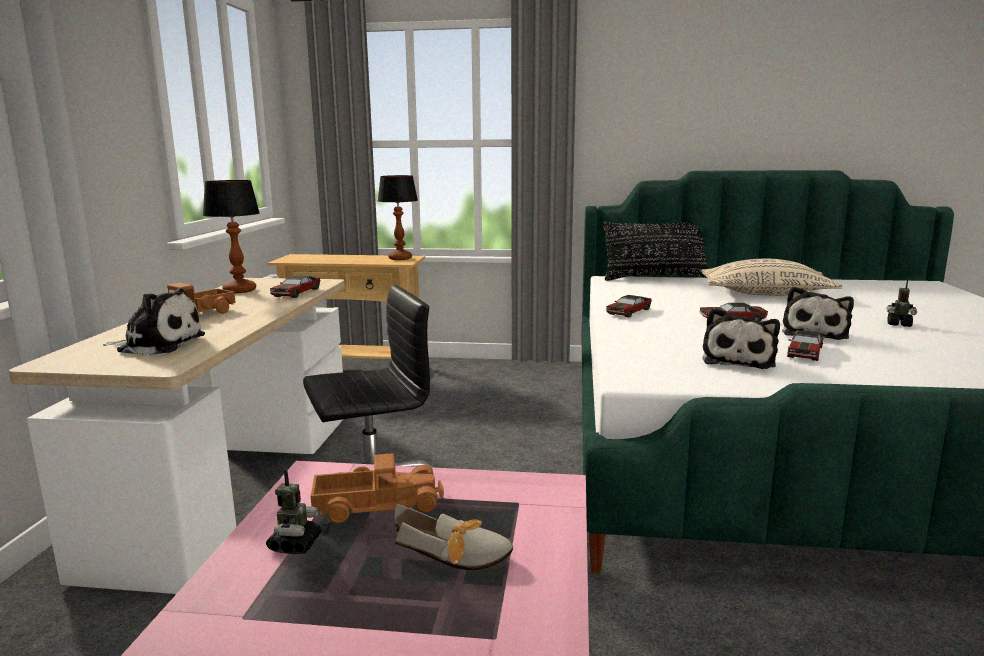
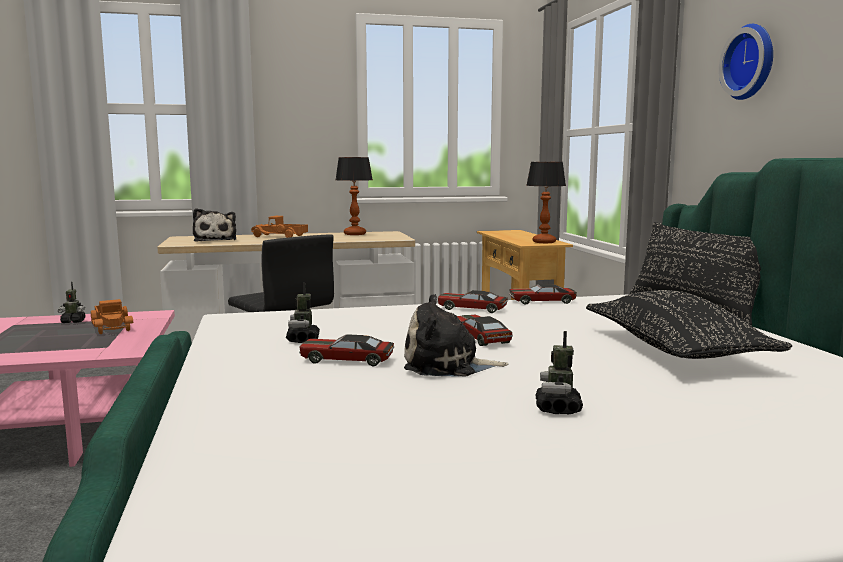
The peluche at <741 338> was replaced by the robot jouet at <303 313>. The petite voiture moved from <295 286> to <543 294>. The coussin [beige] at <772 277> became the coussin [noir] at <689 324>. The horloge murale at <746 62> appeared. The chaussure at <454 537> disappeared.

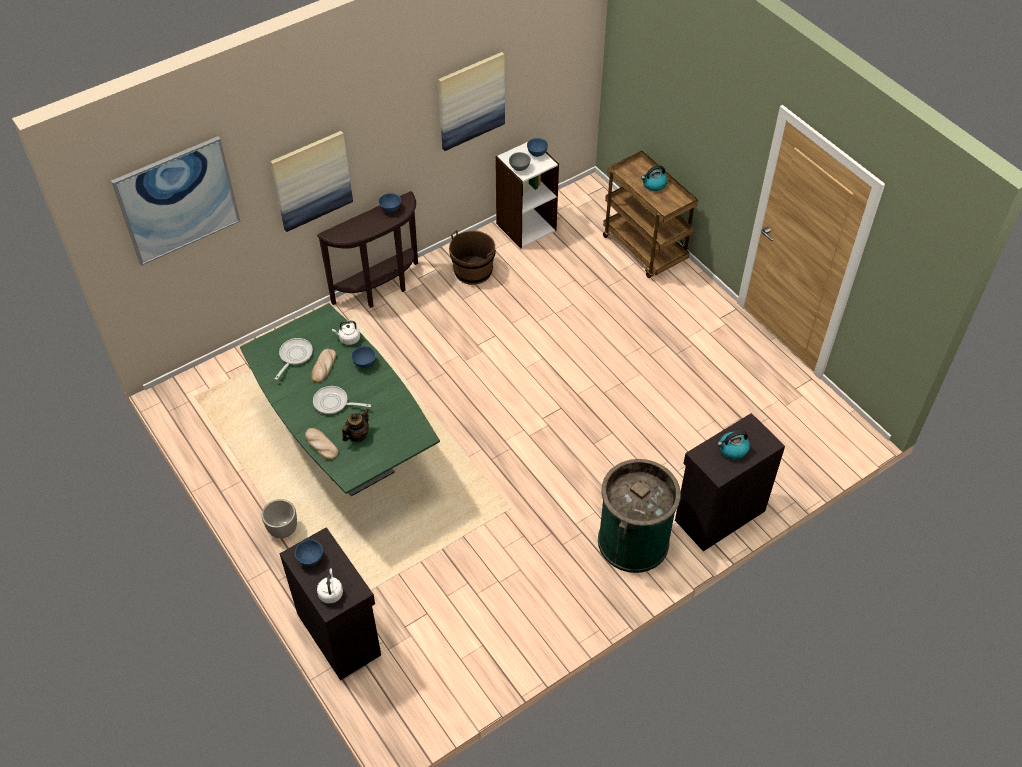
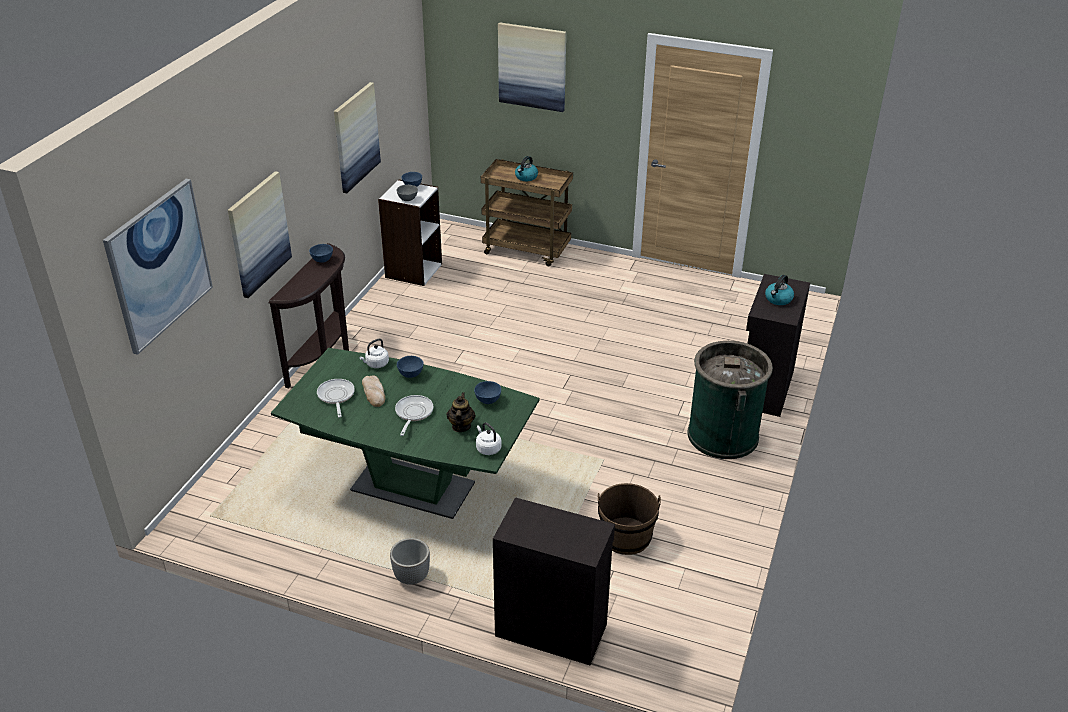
The poêle at <342 400> turned 120 degrees clockwise. The bol [bleu] moved from <309 552> to <487 392>. The bouilloire [blanc] moved from <330 586> to <488 438>. The tableau at <532 67> appeared. The seau [marron] moved from <472 257> to <629 519>. The pain at <322 444> disappeared.

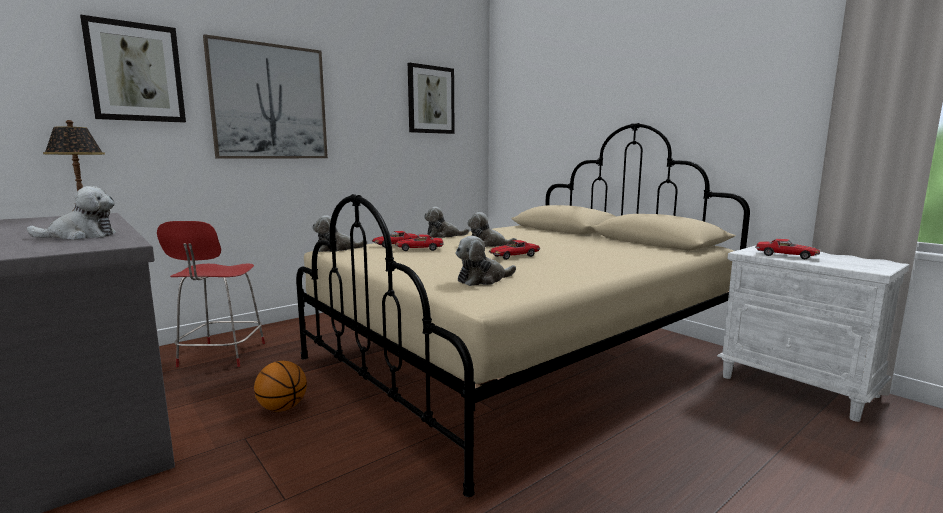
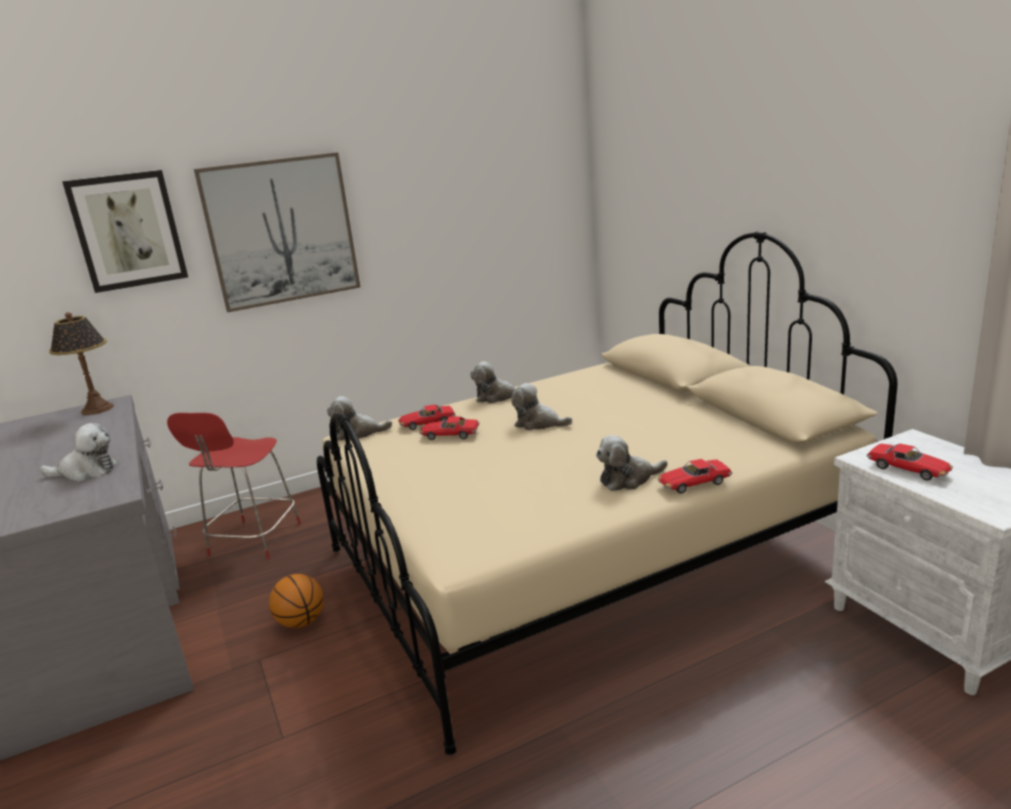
The peluche moved from <486 261> to <631 463>. The petite voiture moved from <514 250> to <694 476>. The tableau at <431 98> disappeared.

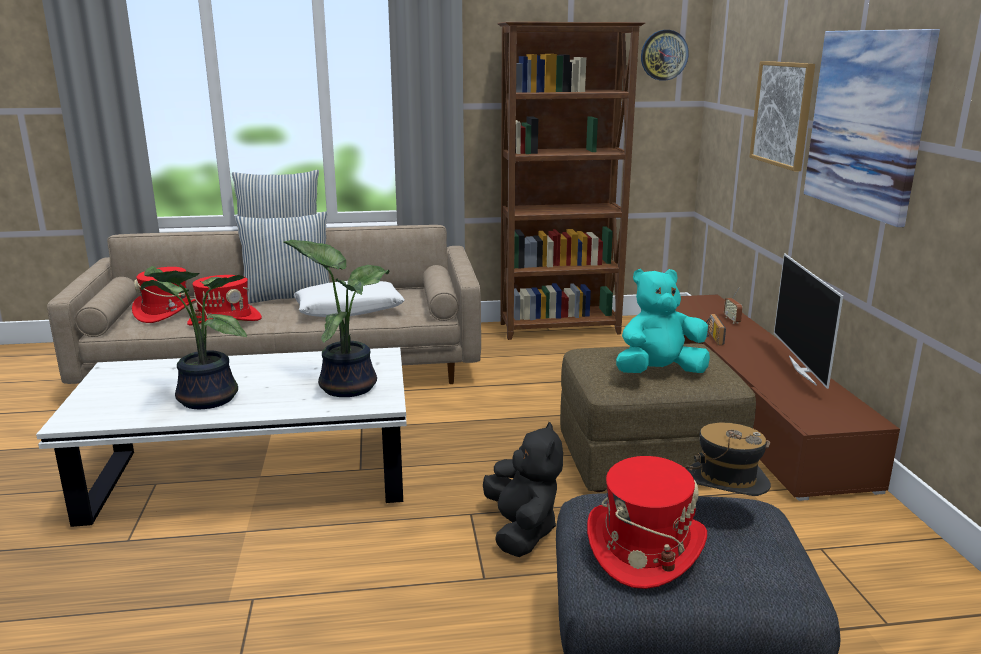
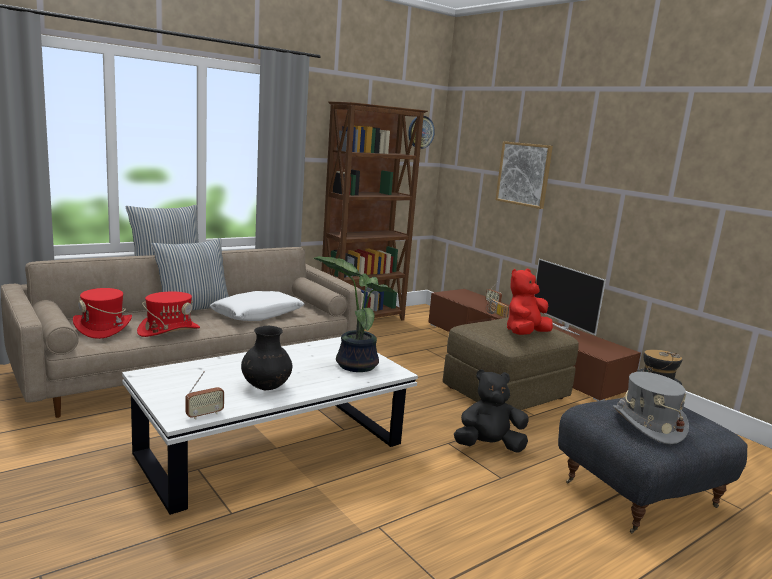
The radio at <204 395> appeared. The plante en pot at <194 337> was replaced by the vase [noir] at <266 358>. The peluche [noir] at <523 489> turned 60 degrees counterclockwise. The peluche [turquoise] at <663 321> became the peluche [rouge] at <530 301>. The chapeau [rouge] at <647 522> became the chapeau [gris] at <651 408>. The tableau at <872 128> disappeared.

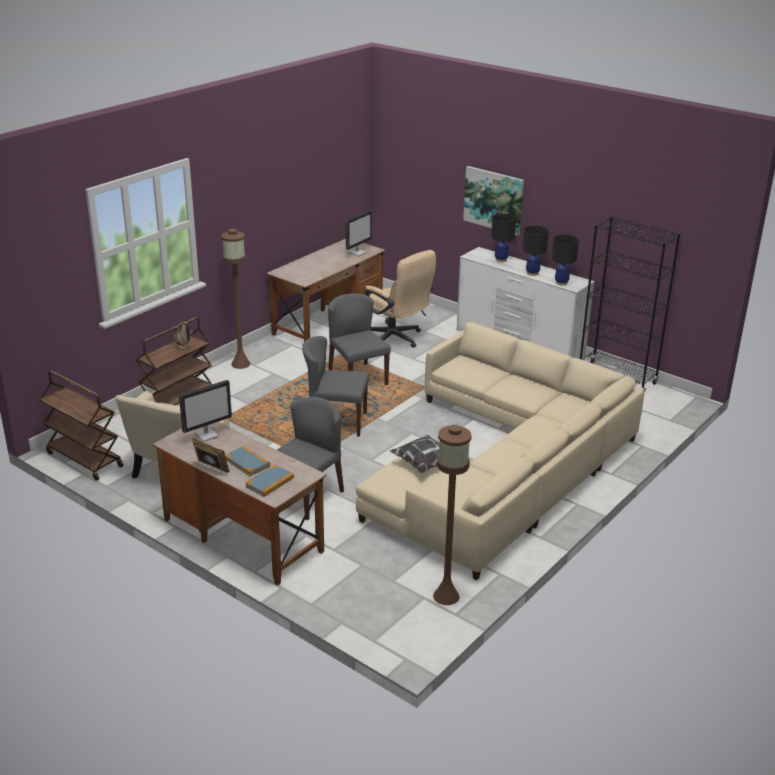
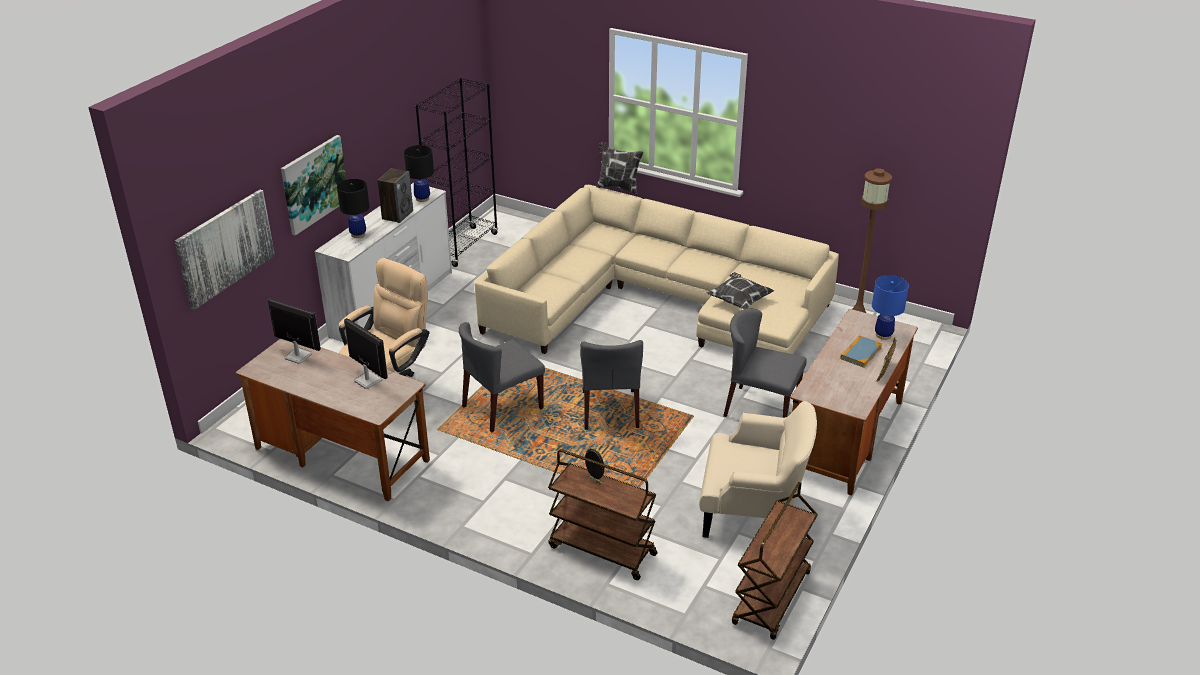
The tableau at <225 249> appeared. The écran d'ordinateur moved from <205 411> to <366 353>. The lampe de table [noir] at <536 251> was replaced by the enceinte at <395 195>. The coussin at <619 168> appeared. The livre at <270 481> was replaced by the lampe de table [bleu] at <890 307>. The lampadaire [marron] at <235 299> disappeared.

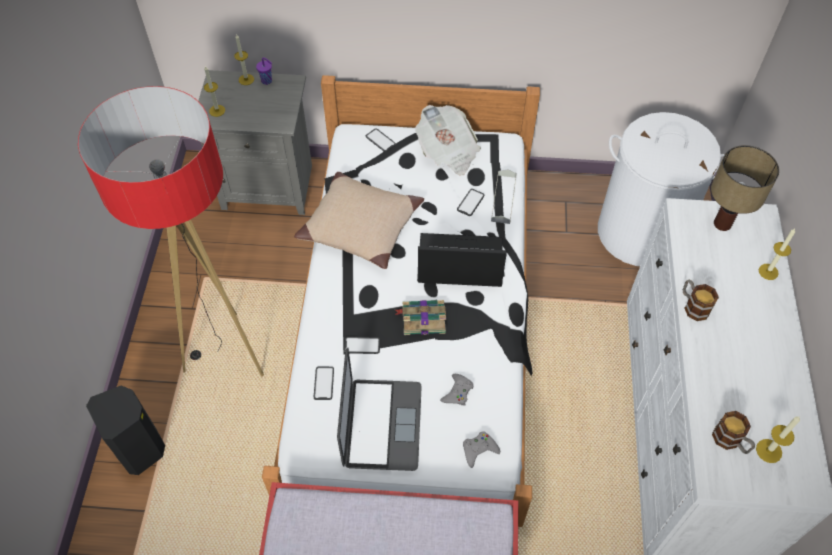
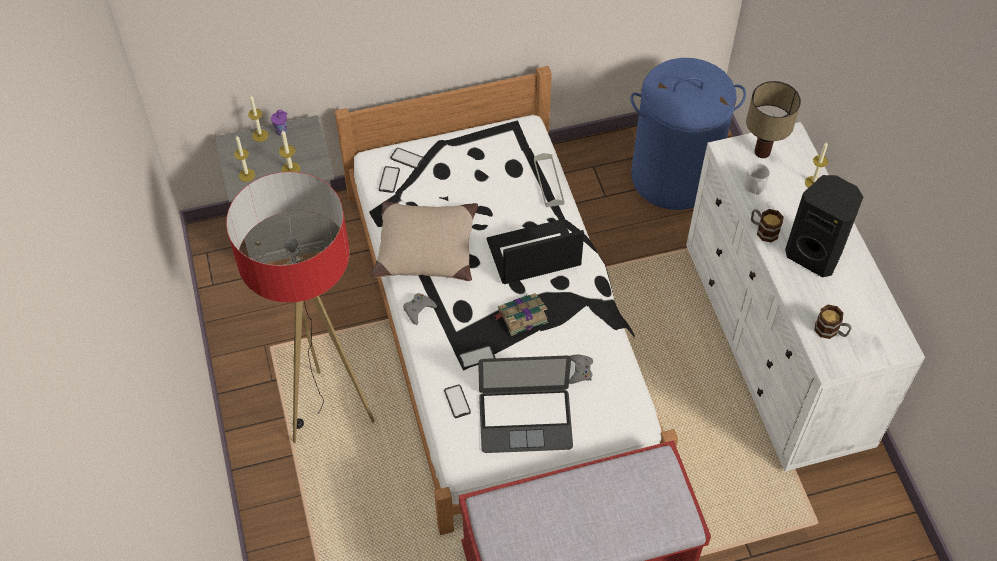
The bougie moved from <778 439> to <289 151>. The téléphone moved from <470 202> to <389 179>. The manette [gris] moved from <481 450> to <420 309>. The ordinateur portable at <379 409> turned 105 degrees clockwise. The panier à linge [blanc] at <661 189> became the panier à linge [bleu] at <688 134>. The mug [gris] at <757 179> appeared. The enceinte [noir] moved from <125 430> to <824 226>. The journal at <448 140> disappeared.

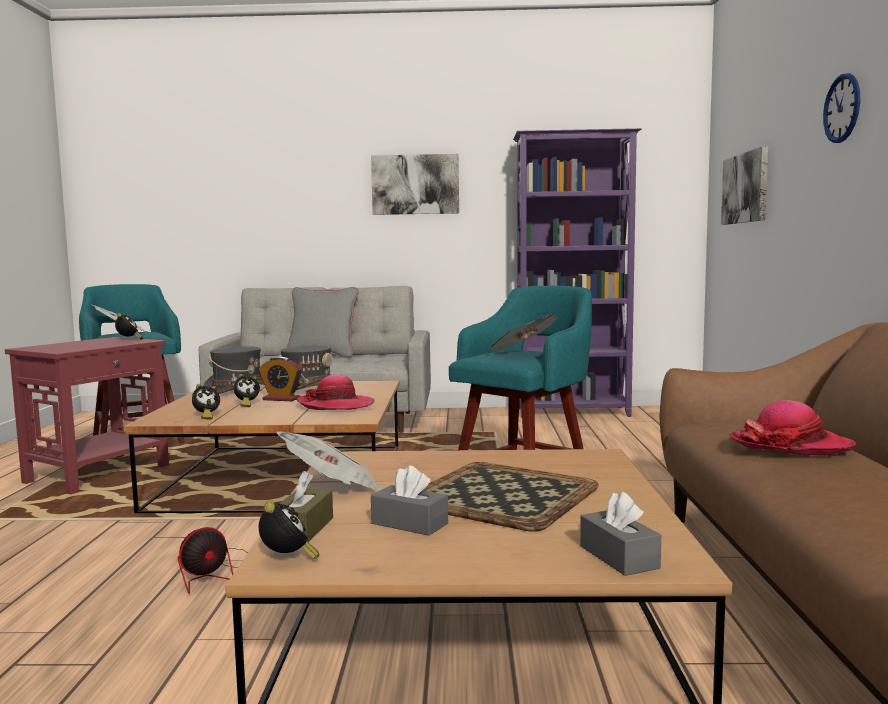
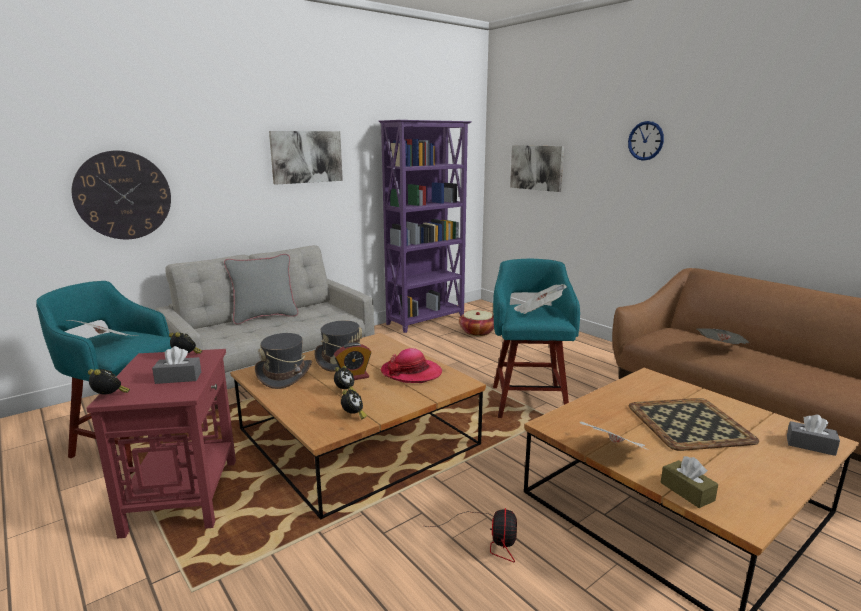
The horloge murale at <121 195> appeared. The réveil moved from <289 529> to <109 381>. The boîte à mouchoirs [gris] moved from <409 500> to <176 365>. The panier at <476 323> appeared. The chapeau at <792 428> was replaced by the journal at <723 336>.

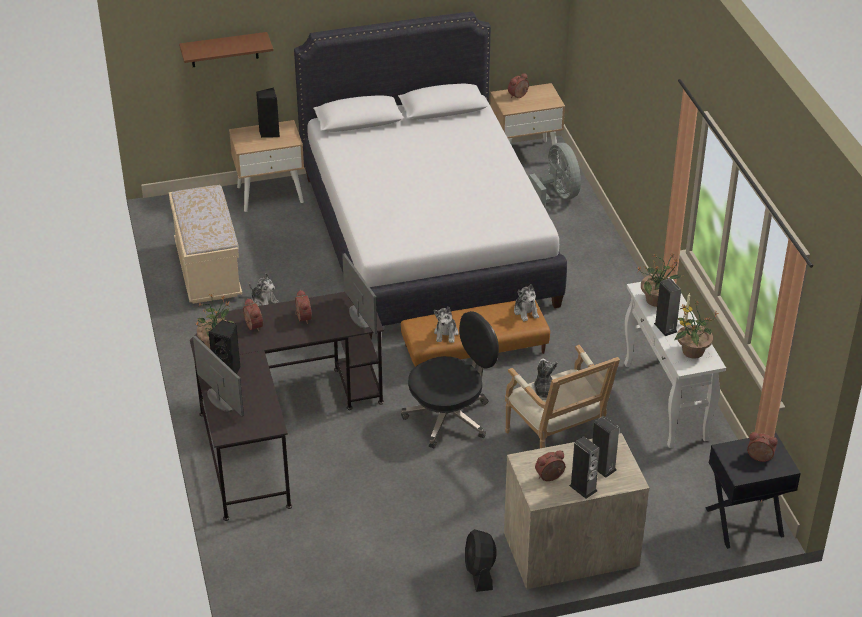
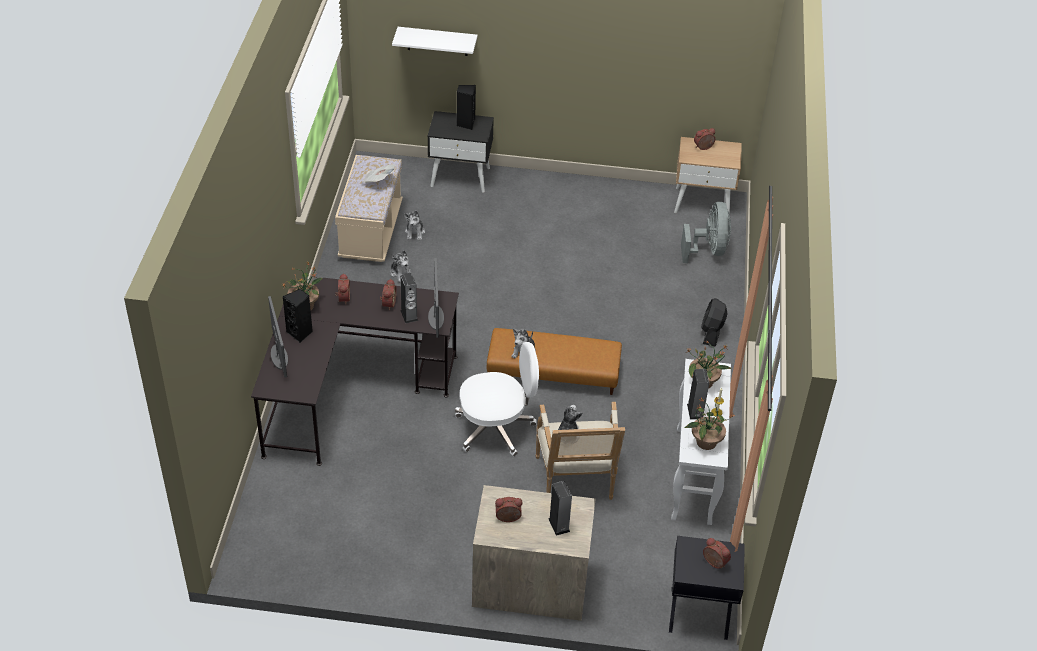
The journal at <379 173> appeared. The étagère [marron] at <226 49> became the étagère [blanc] at <434 41>. The enceinte moved from <584 467> to <409 298>. The peluche moved from <526 302> to <414 225>. The table de chevet [beige] at <266 166> became the table de chevet [noir] at <460 152>. The chaise de bureau [noir] at <450 379> became the chaise de bureau [blanc] at <497 399>. The ventilateur [noir] moved from <480 560> to <714 322>. The lit [blanc] at <430 176> disappeared.

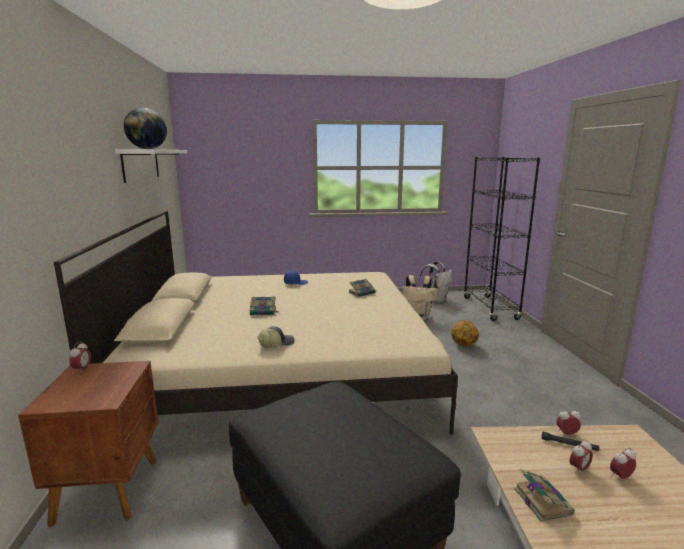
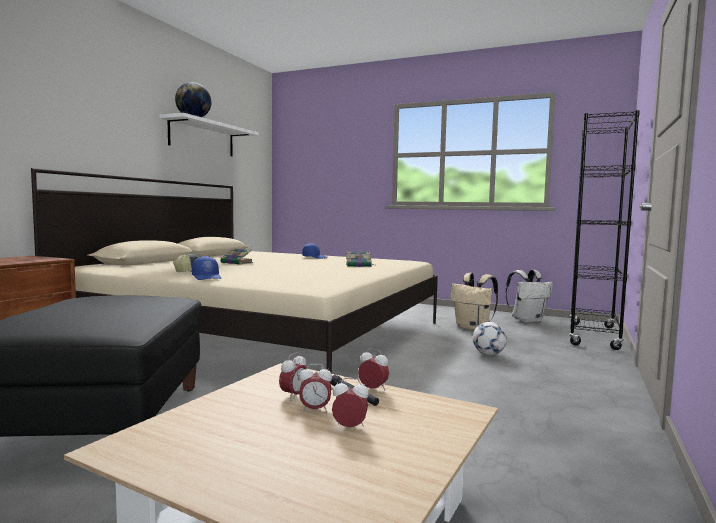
The casquette [bleu] at <206 268> appeared. The réveil moved from <80 356> to <293 376>. The ballon de basket at <465 333> was replaced by the ballon de foot at <490 338>. The livre at <544 495> disappeared.

